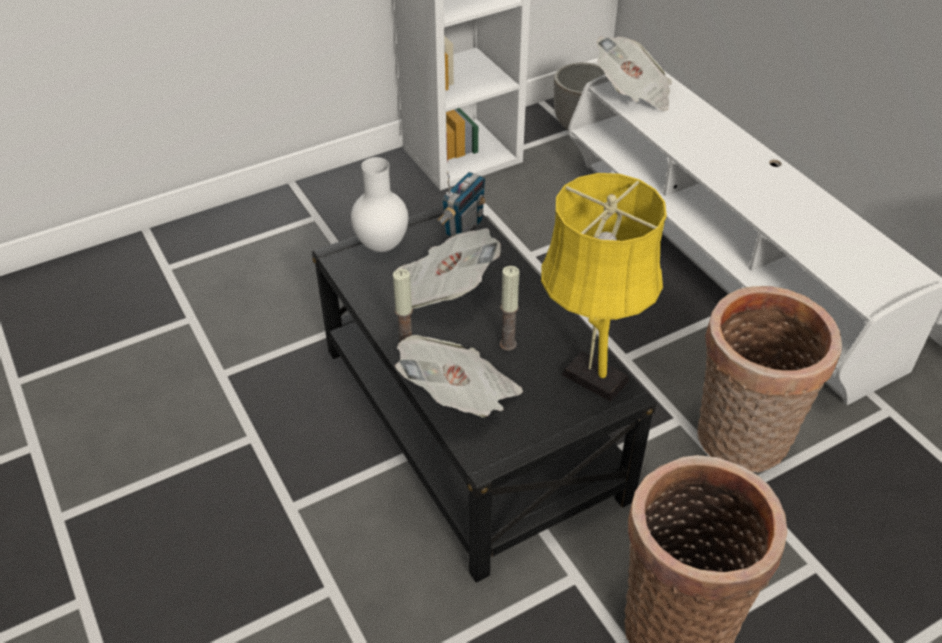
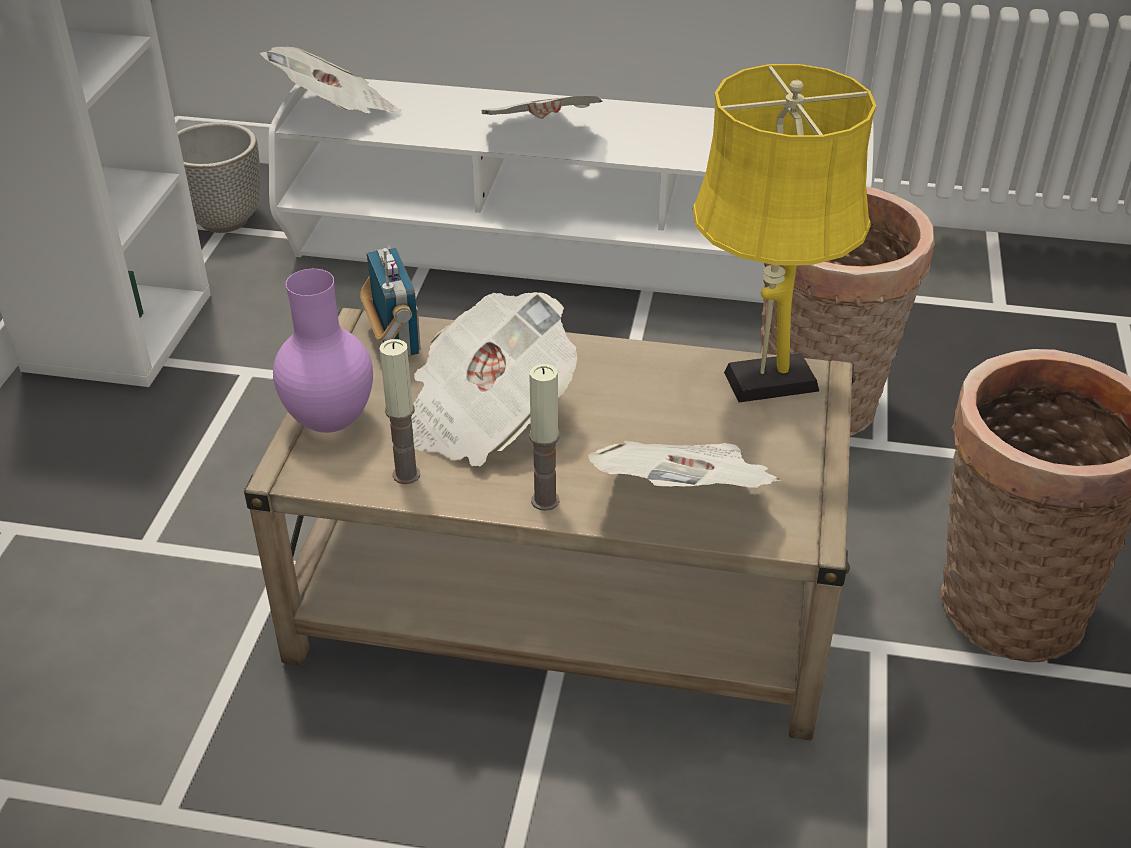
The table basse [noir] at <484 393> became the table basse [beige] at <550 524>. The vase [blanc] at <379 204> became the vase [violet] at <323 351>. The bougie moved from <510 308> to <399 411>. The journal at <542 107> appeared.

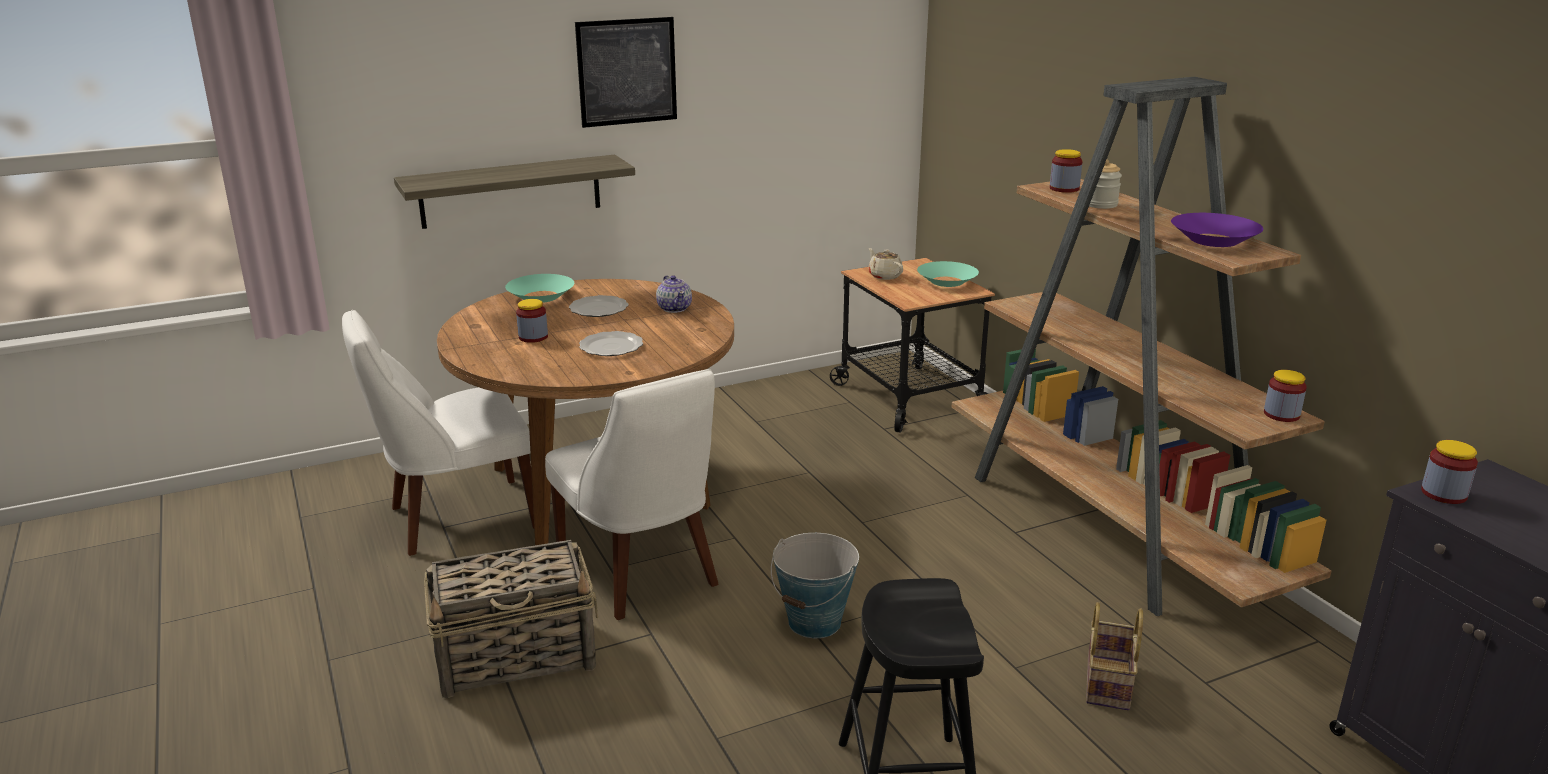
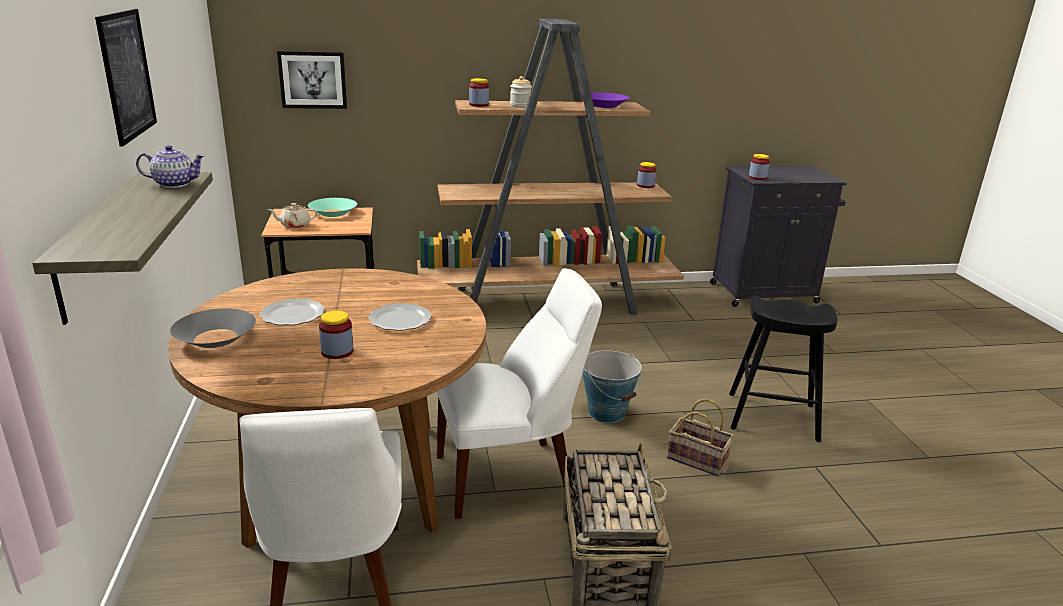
The théière moved from <674 294> to <170 166>. The bol [turquoise] at <539 288> became the bol [gris] at <213 328>. The tableau at <312 80> appeared. The panier moved from <1114 656> to <700 437>.

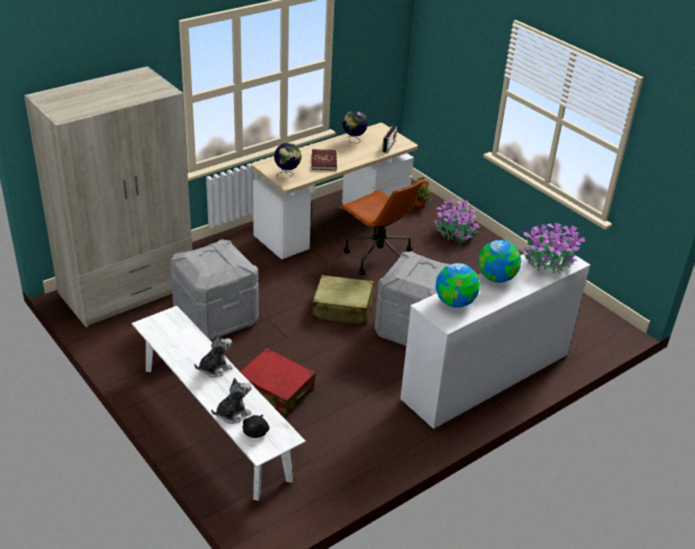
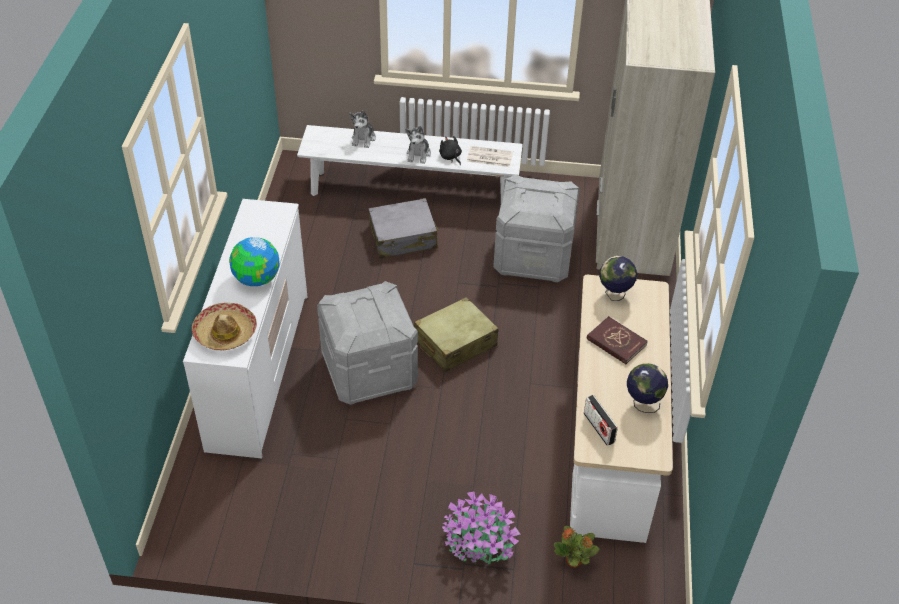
The plante en pot at <554 247> was replaced by the chapeau at <224 326>. The valise [rouge] at <278 383> became the valise [gris] at <403 228>. The peluche [noir] moved from <256 426> to <450 151>. The journal at <490 156> appeared. The chaise de bureau [marron] at <381 227> disappeared. The globe at <457 285> disappeared.

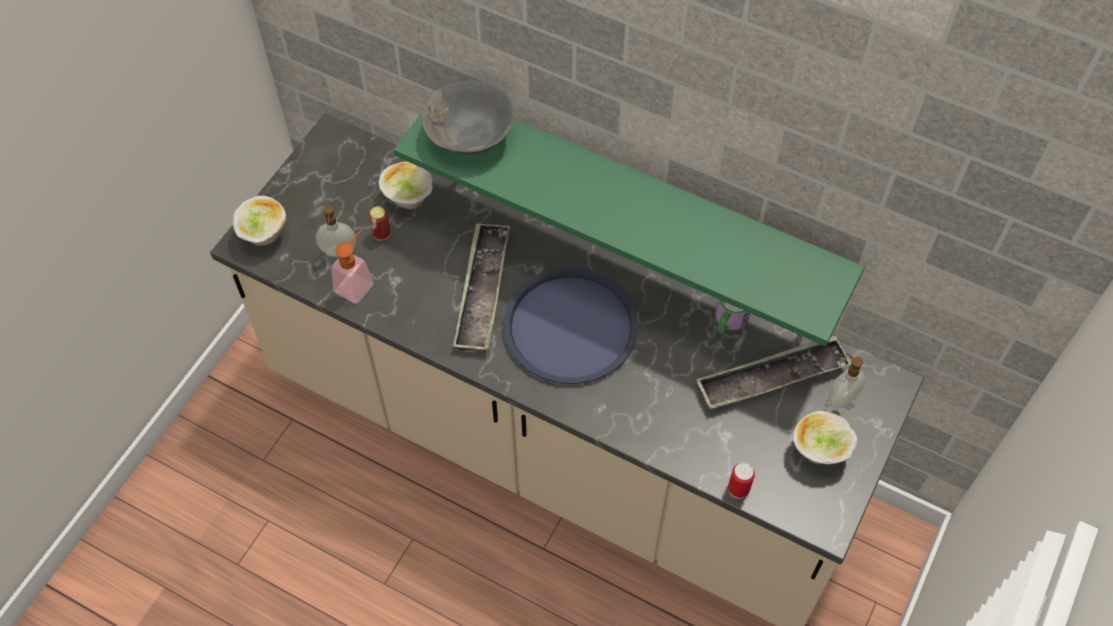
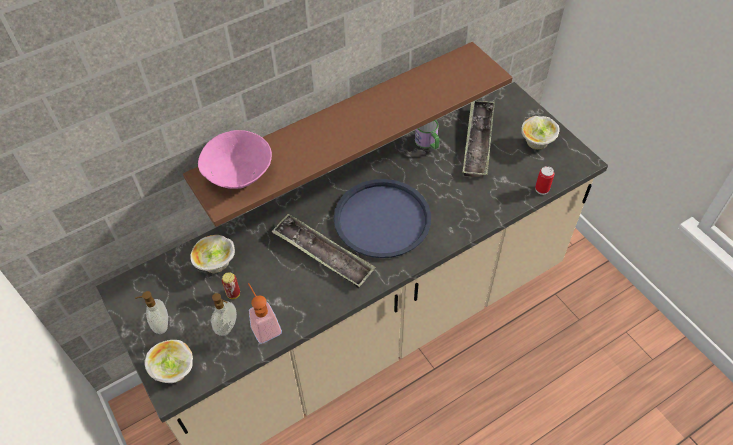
The distributeur de savon moved from <847 380> to <151 312>. The étagère [vert] at <629 229> became the étagère [marron] at <348 134>. The bol [gris] at <468 118> became the bol [rose] at <235 159>.

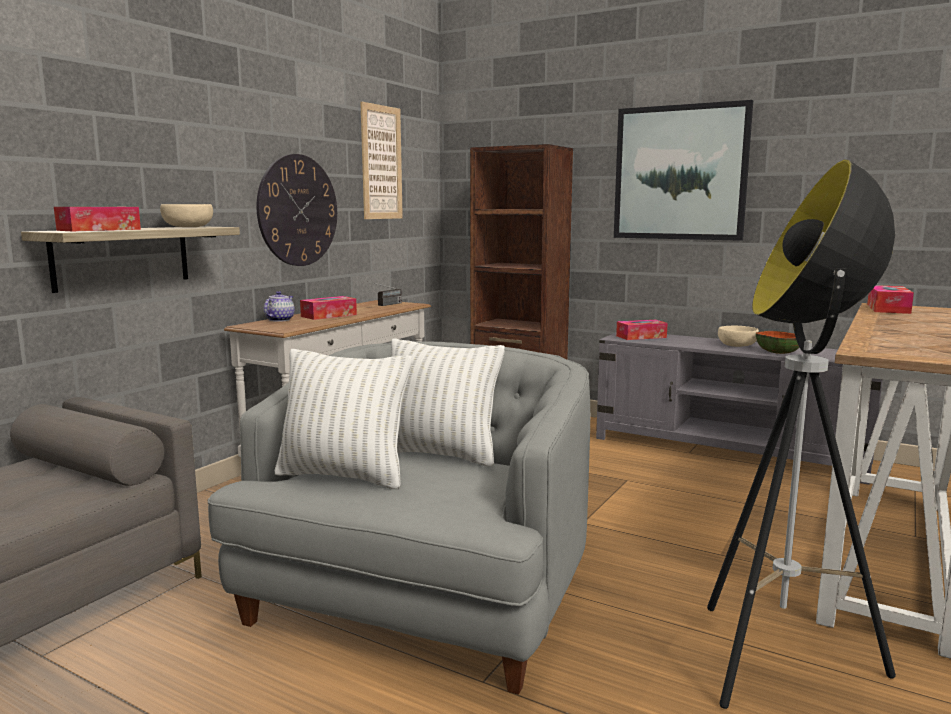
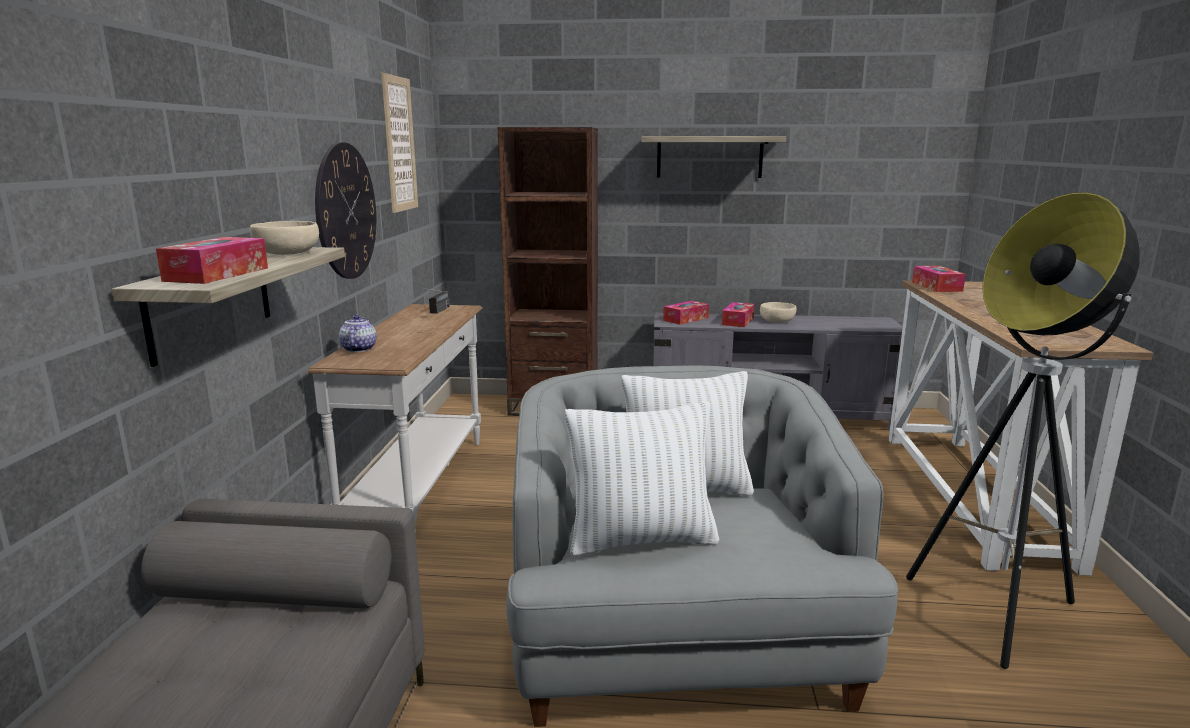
The tableau at <683 170> was replaced by the étagère at <713 157>. The boîte à mouchoirs moved from <328 308> to <738 314>. The bol at <777 342> disappeared.

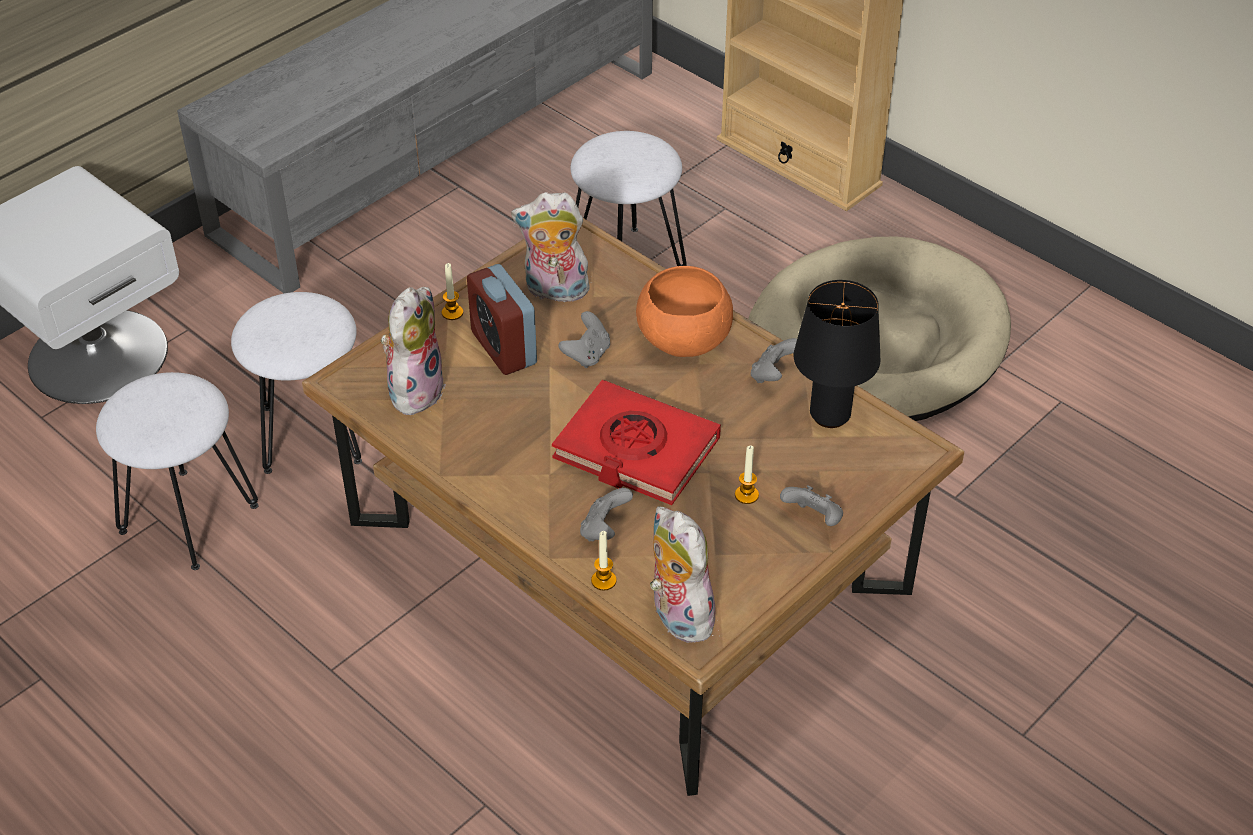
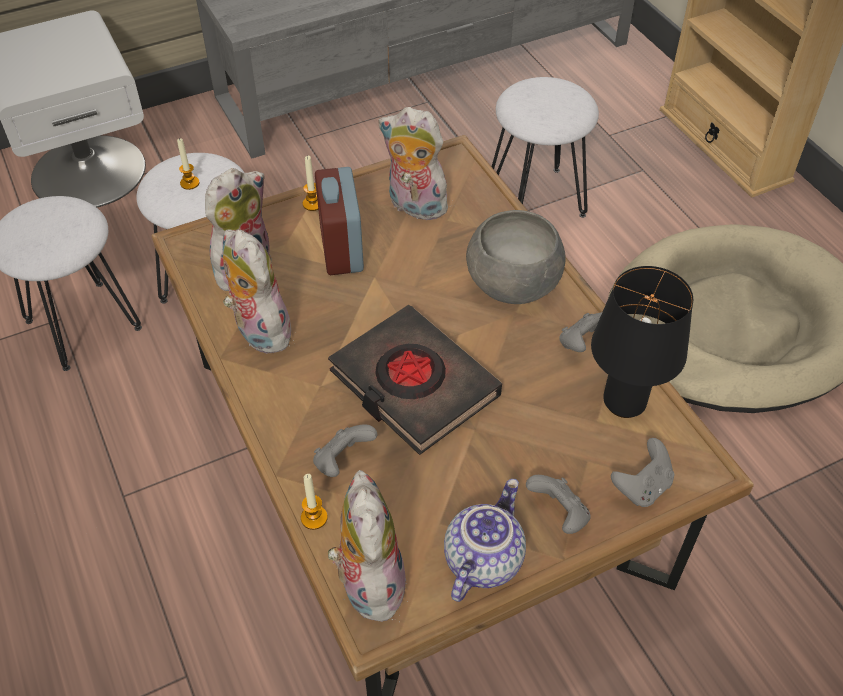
The bougie moved from <747 475> to <188 164>. The peluche at <260 291> appeared. The livre [rouge] at <636 442> became the livre [noir] at <415 380>. The théière at <485 540> appeared. The bol [orange] at <684 311> became the bol [gris] at <516 257>. The manette [gris] moved from <584 339> to <642 472>.

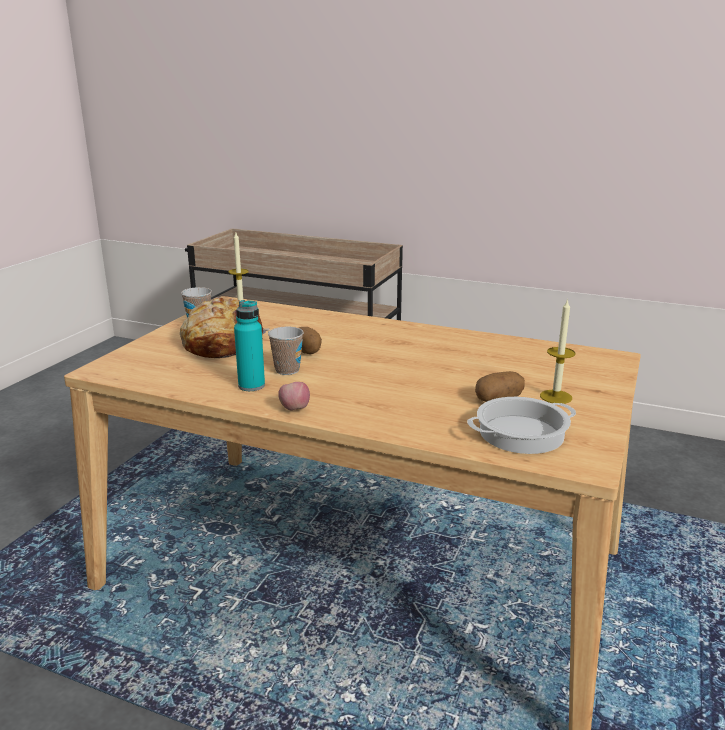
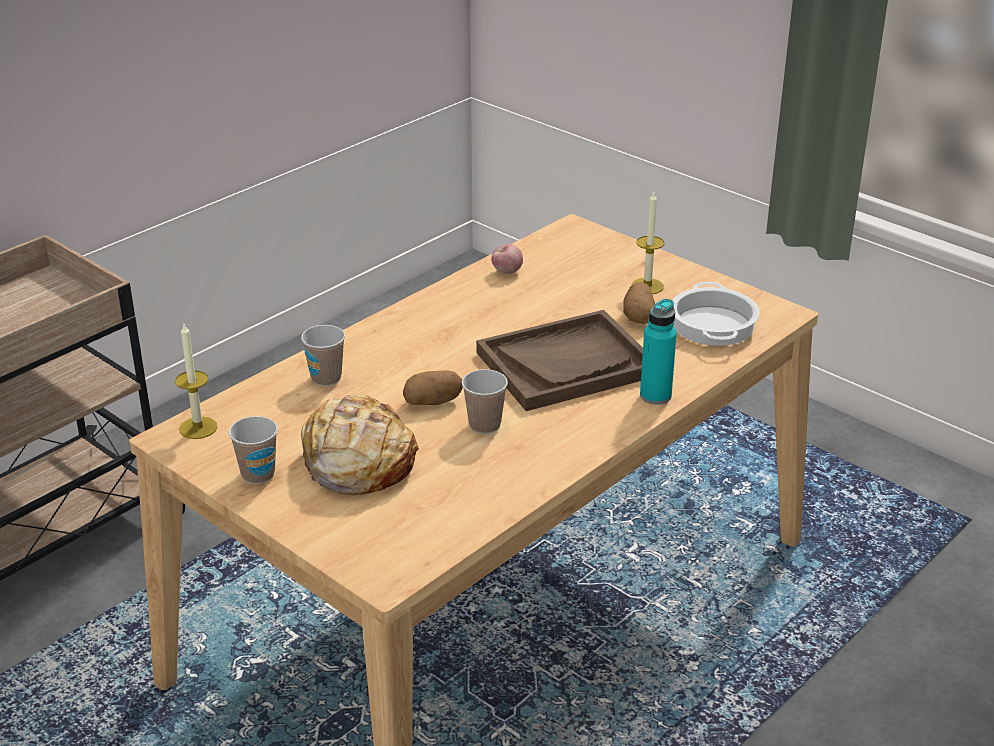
The tasse at <323 355> appeared. The plateau [marron] at <559 360> appeared. The pomme moved from <294 396> to <507 259>. The bouteille [turquoise] moved from <249 345> to <658 352>.

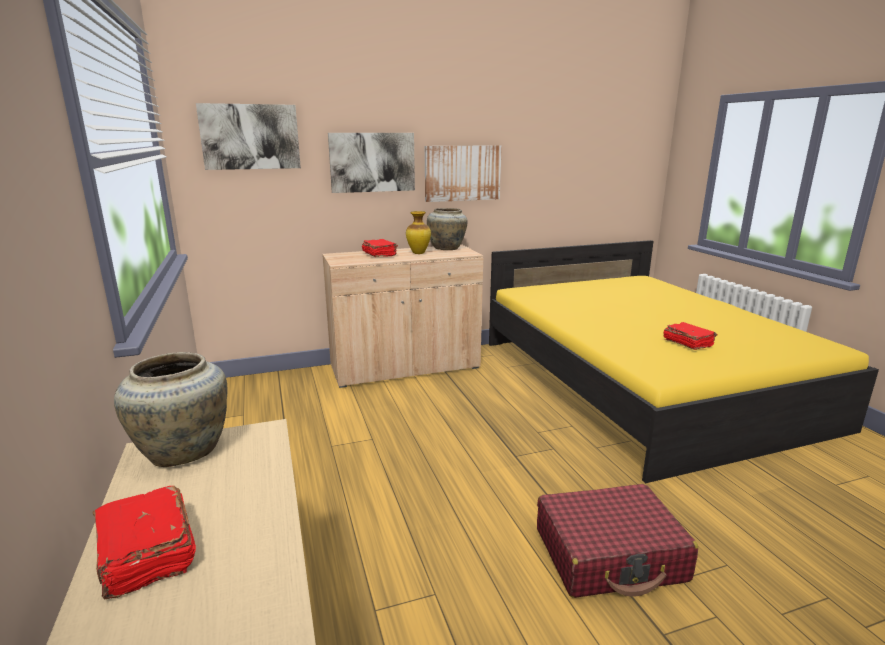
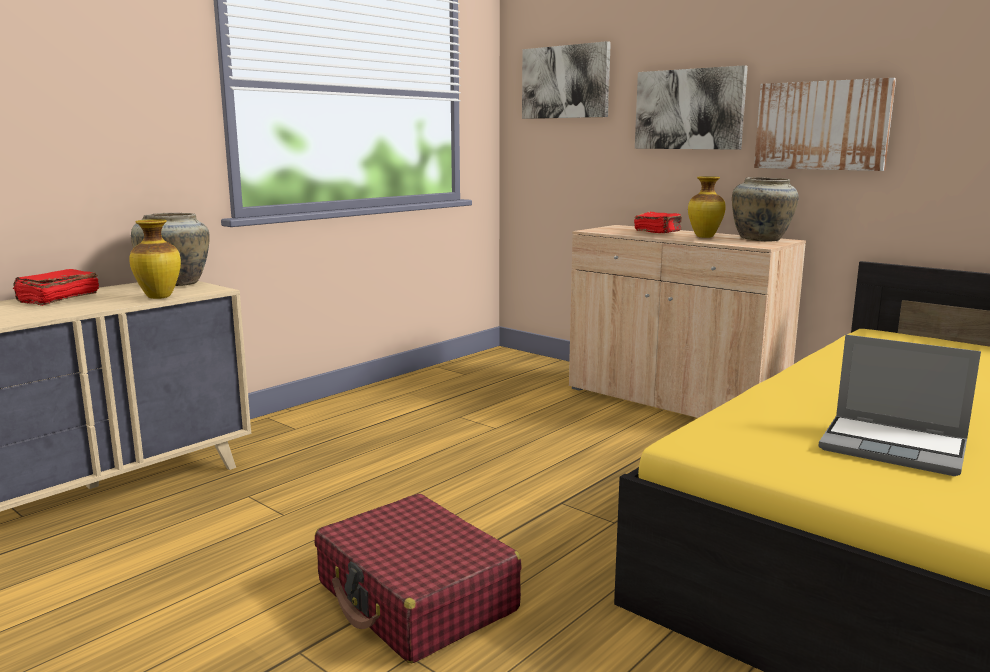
The vase at <155 259> appeared. The livre [rouge] at <690 336> was replaced by the ordinateur portable at <899 405>.

